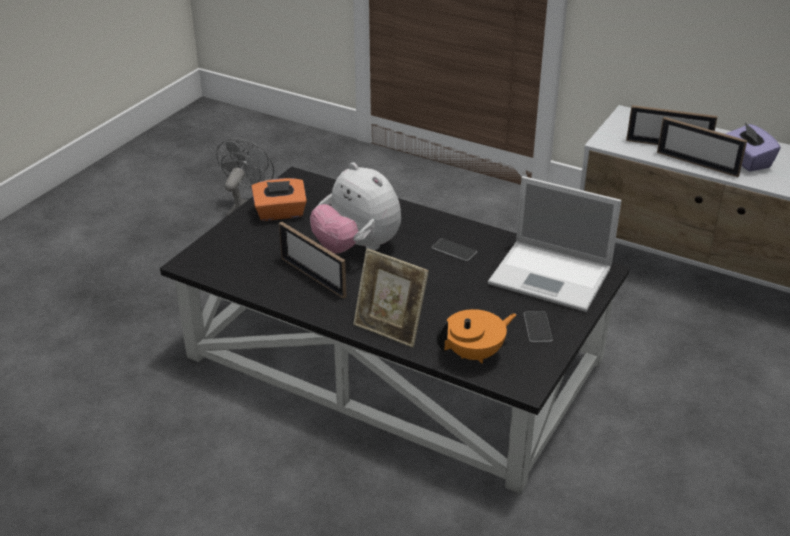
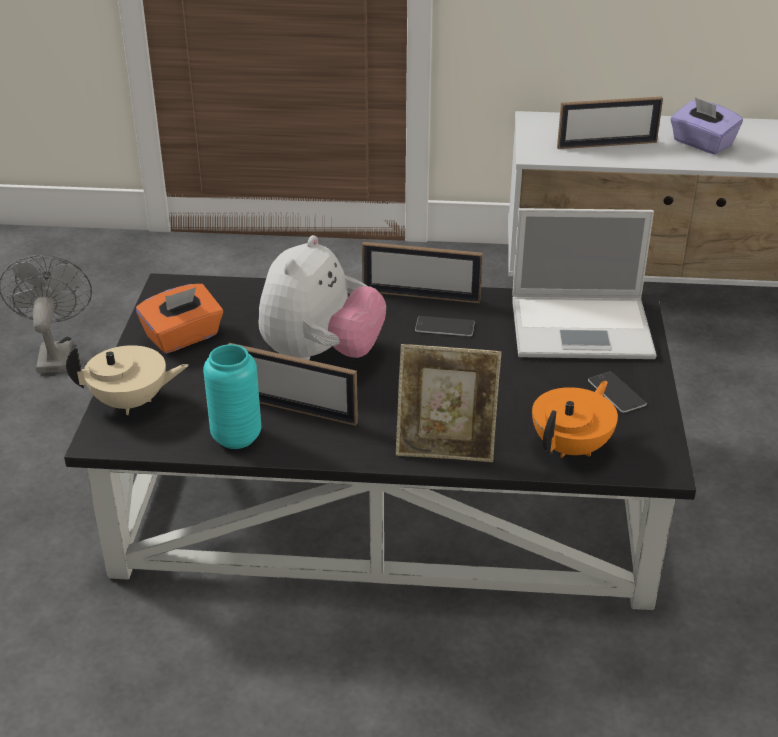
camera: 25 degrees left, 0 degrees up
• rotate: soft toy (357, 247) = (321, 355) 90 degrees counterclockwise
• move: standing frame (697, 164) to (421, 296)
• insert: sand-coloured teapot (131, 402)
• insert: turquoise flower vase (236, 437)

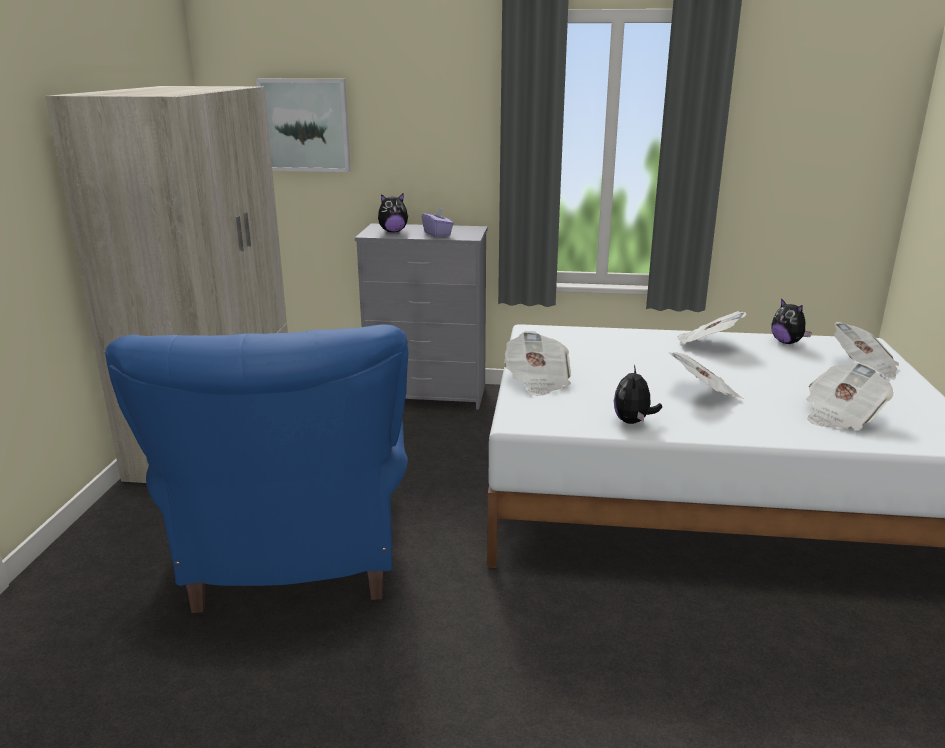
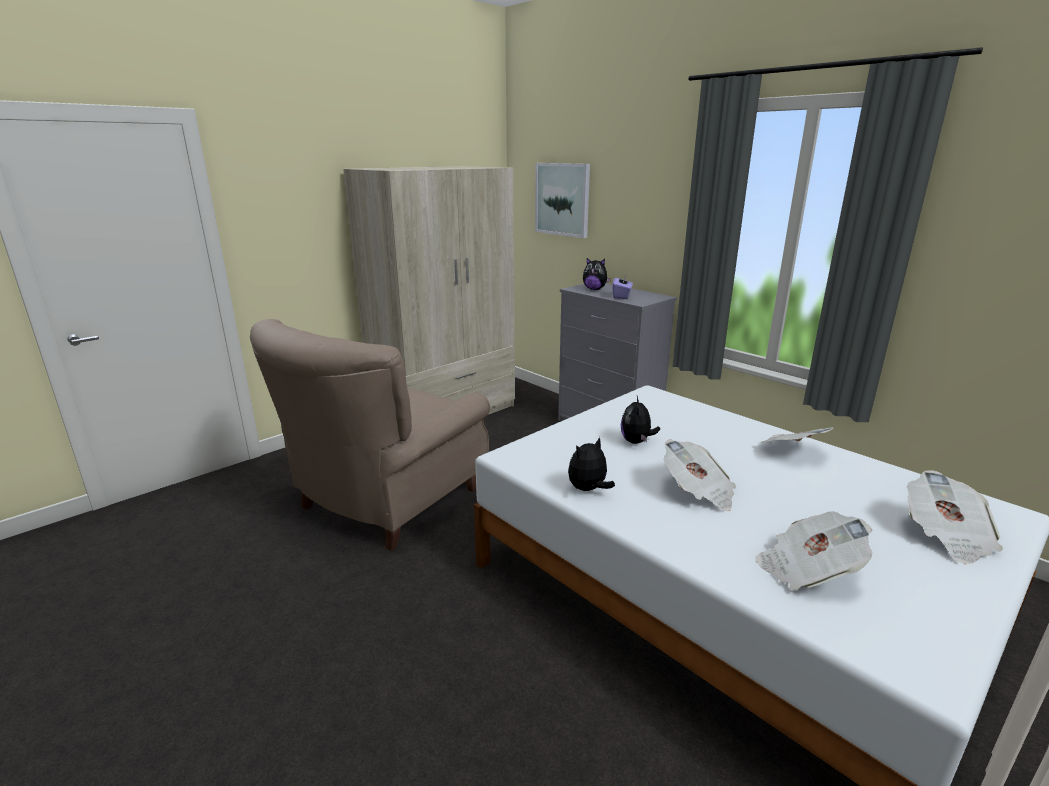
camera: 40 degrees right, 0 degrees up
• recolor: bluish armchair (295, 557) to sand-coloured armchair (385, 501)
• delete: printed paper (537, 381)
• move: soft toy (787, 342) to (636, 442)

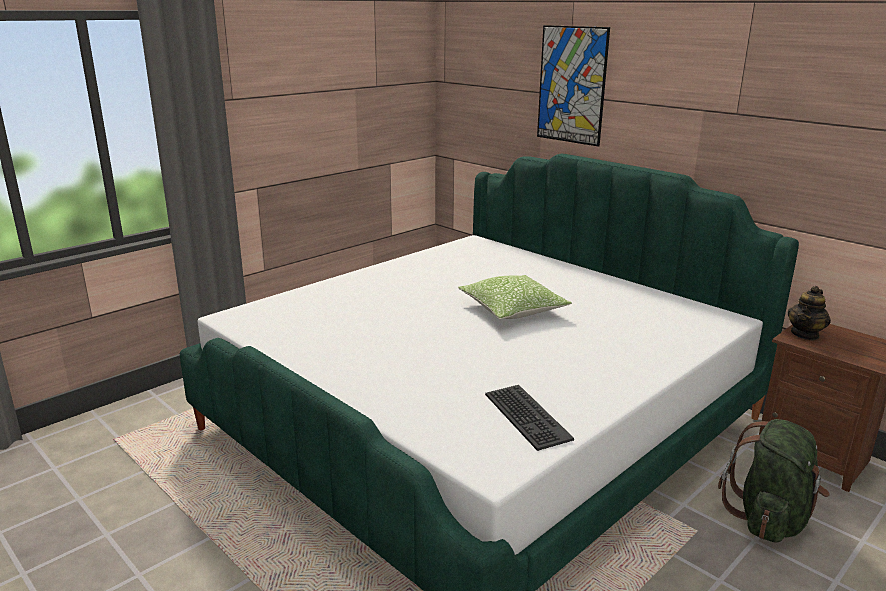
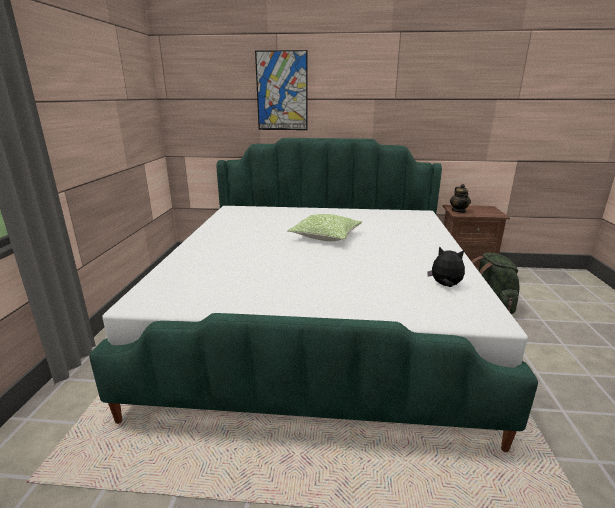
camera: 40 degrees left, 0 degrees up
• replace: PC keyboard (526, 417) to soft toy (445, 285)

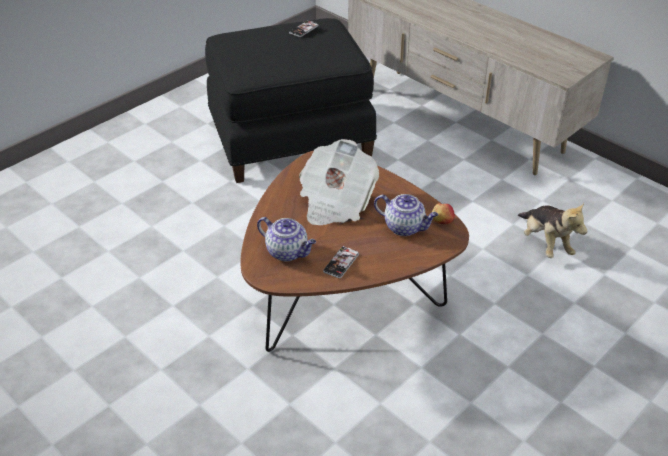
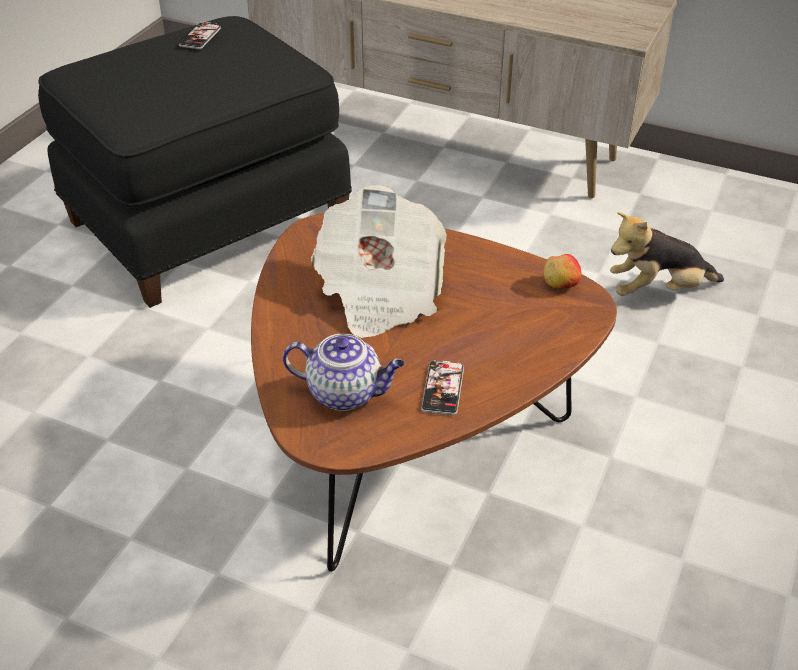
camera: 20 degrees left, 0 degrees up
• delete: teapot (405, 227)
• rotate: soft toy (545, 243) = (657, 291) 120 degrees clockwise

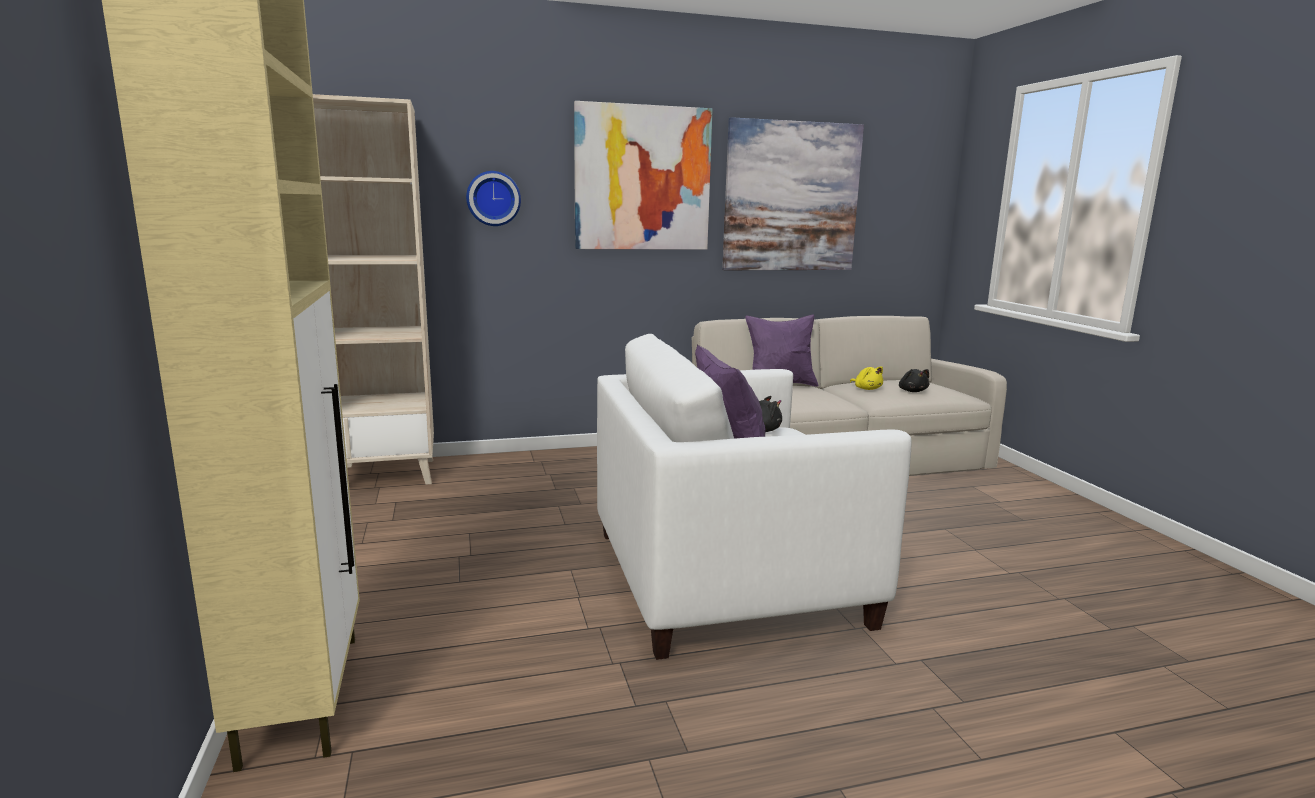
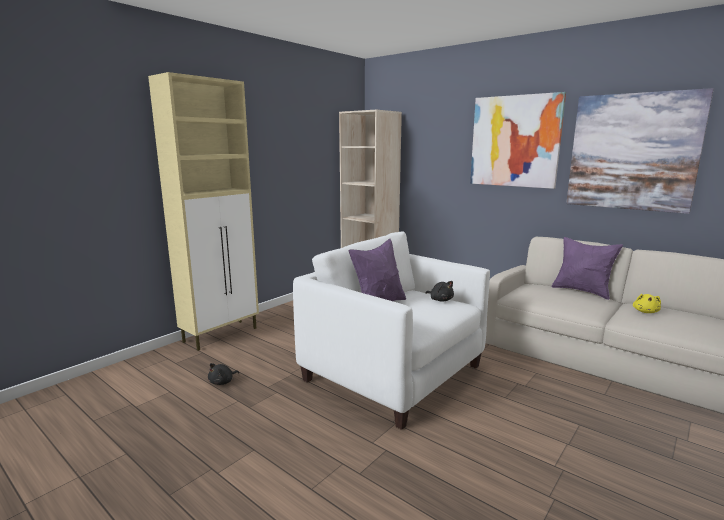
camera: 55 degrees right, 0 degrees up
• delete: wall clock (493, 198)
• move: black-coloured soft toy (912, 391) to (222, 382)

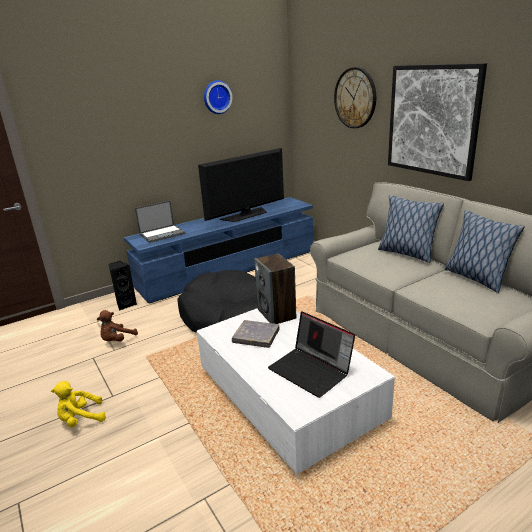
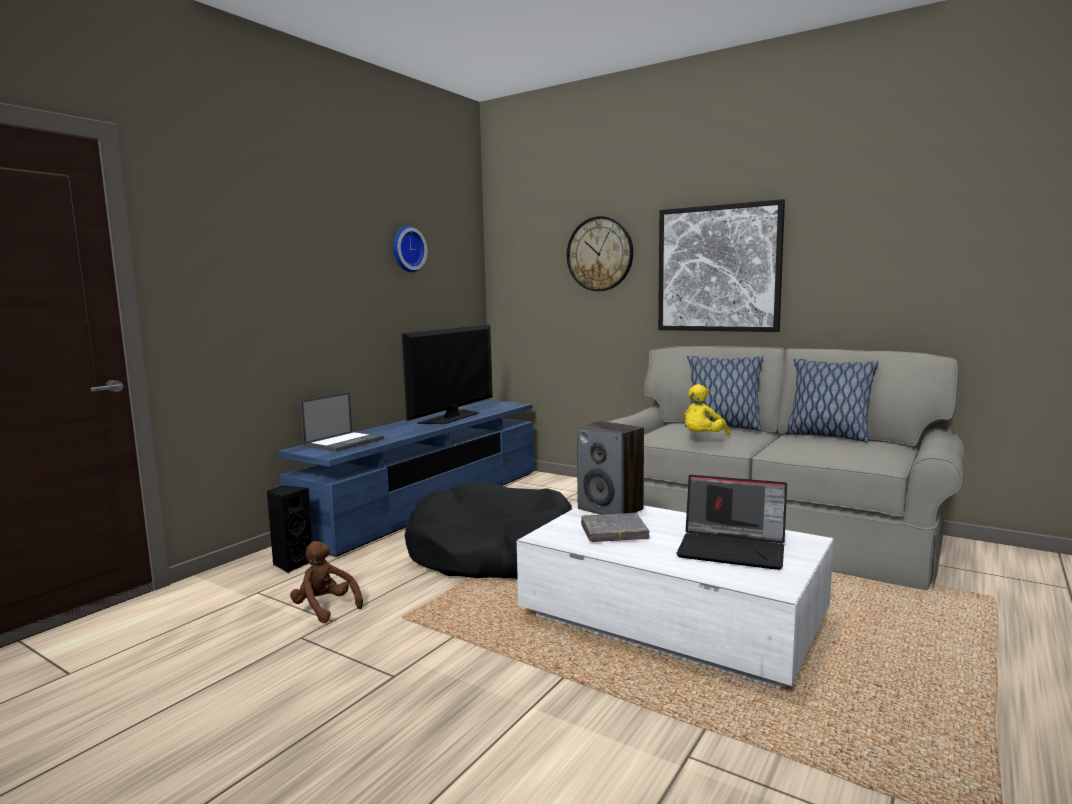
camera: 25 degrees left, 15 degrees down
• move: yellowish soft toy (81, 419) to (702, 438)
• rotate: brown-coloured soft toy (117, 340) = (325, 608) 120 degrees clockwise

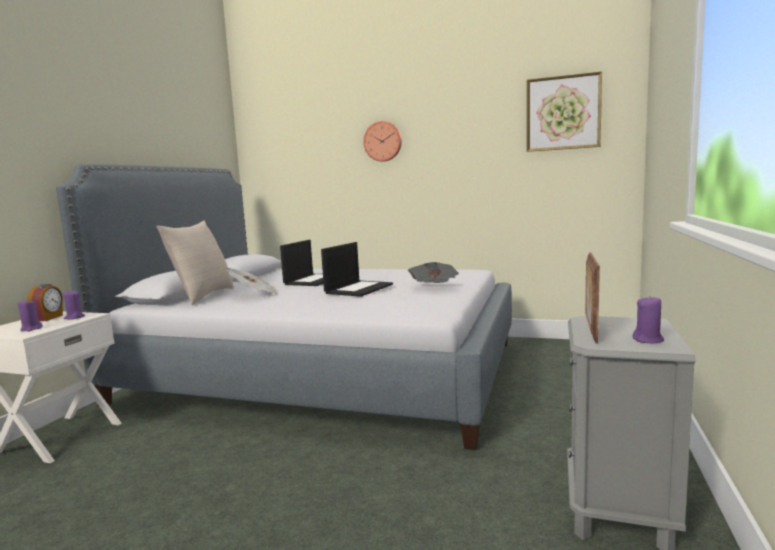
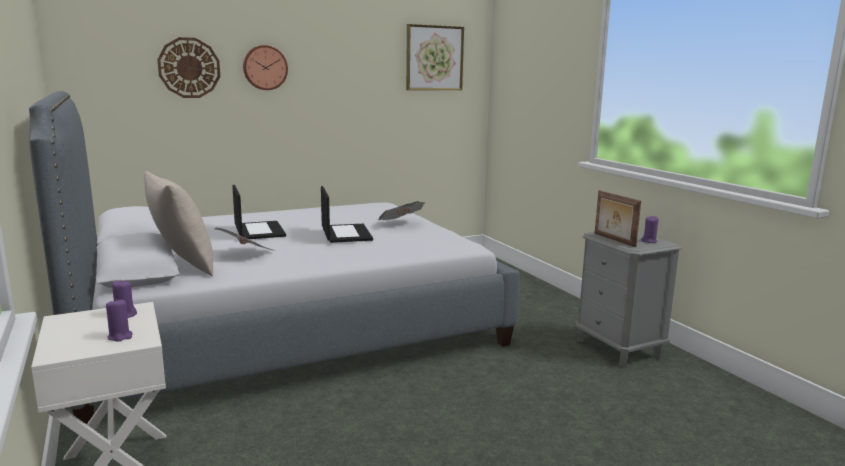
camera: 45 degrees left, 5 degrees up
• delete: alarm clock (48, 318)
• insert: wall clock (189, 68)

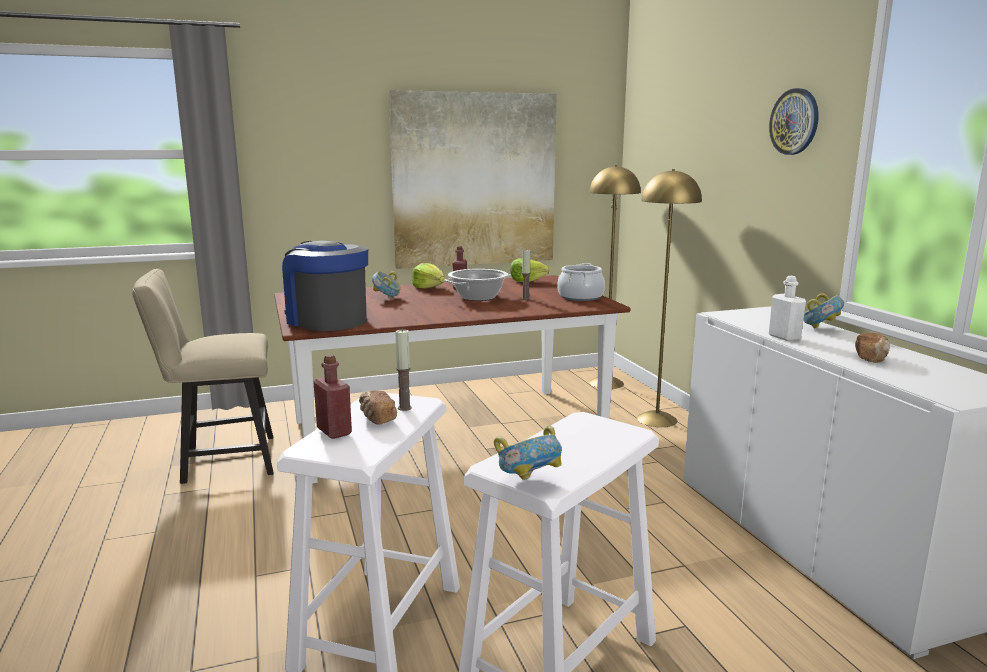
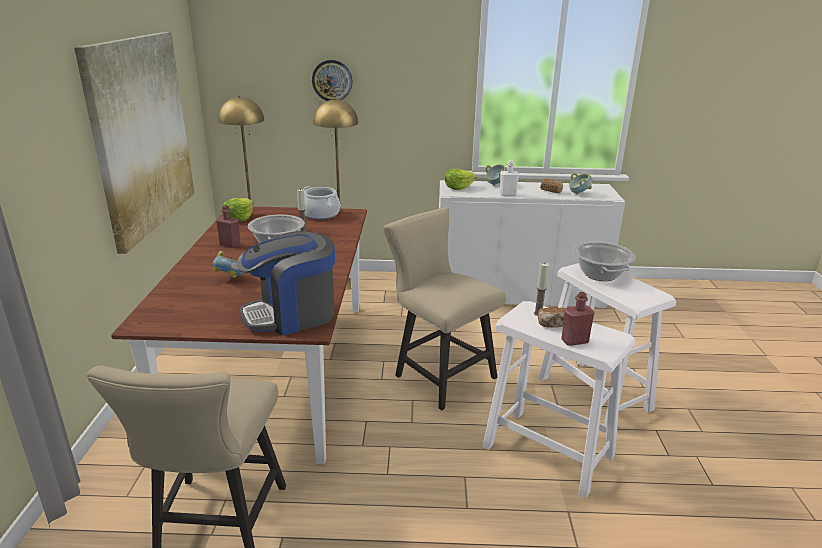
camera: 70 degrees left, 10 degrees up
• move: lettuce (429, 288) to (458, 187)
• move: bowl (529, 481) to (578, 194)
• move: wall clock (794, 122) to (332, 80)
• insert: sand-coloured plain chair (439, 374)
• insert: saucepot (600, 274)

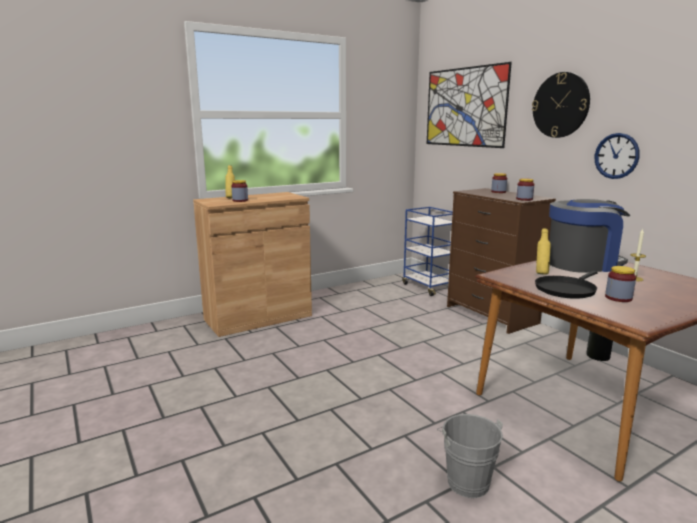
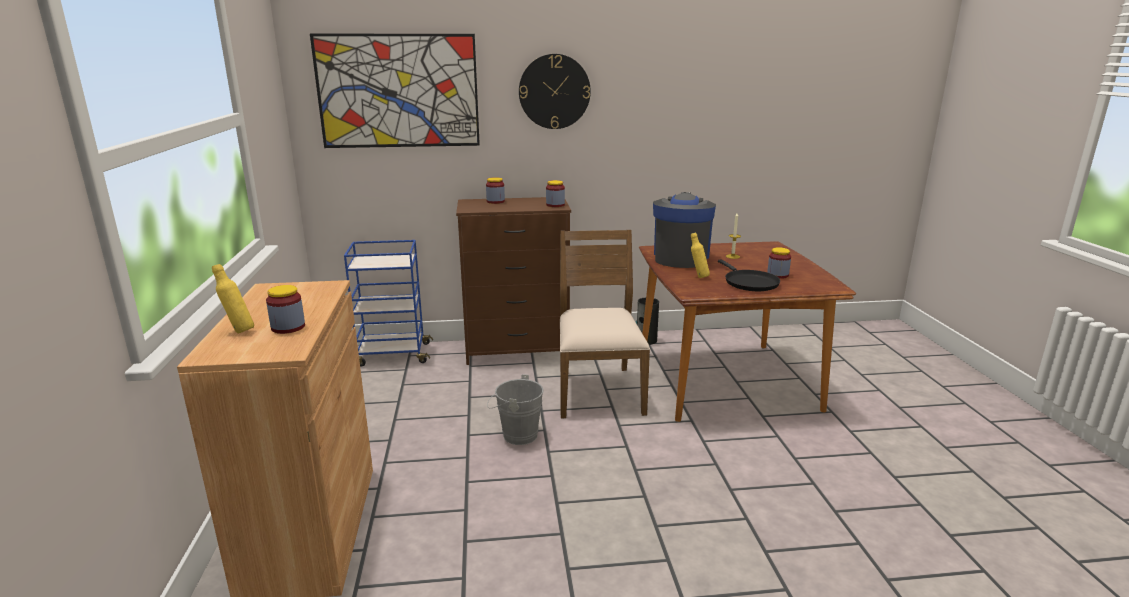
camera: 65 degrees left, 5 degrees up
• move: greyish bucket (465, 479) to (516, 435)
• delete: wall clock (616, 156)
• insert: brown-coloured plain chair (598, 391)

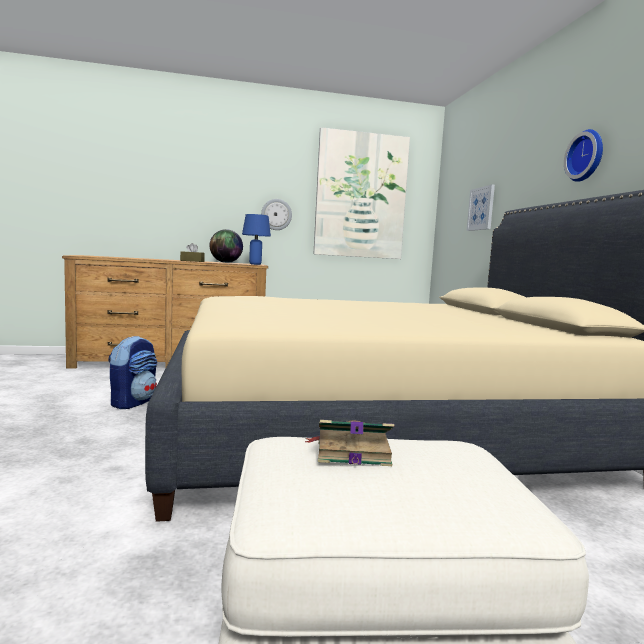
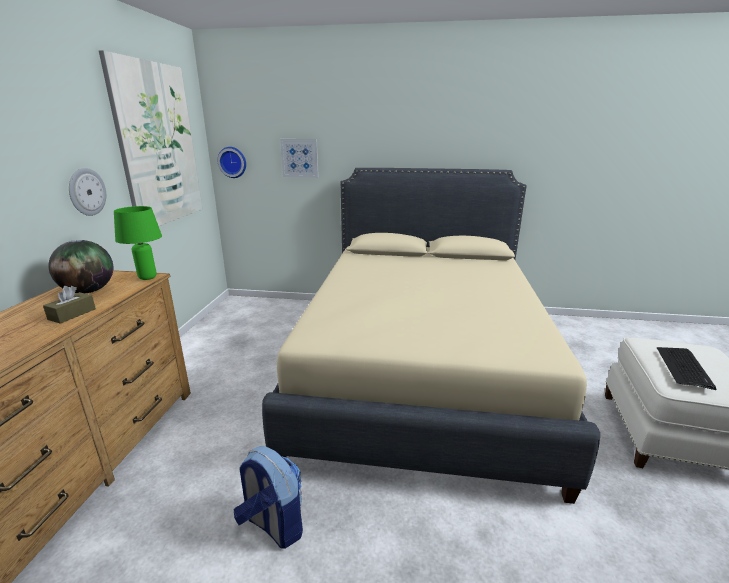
camera: 70 degrees left, 15 degrees up
• recolor: bluish lamp for a table (255, 264) to greenish lamp for a table (147, 278)
• replace: book (350, 452) to PC keyboard (684, 367)
• move: wall clock (587, 156) to (233, 162)

